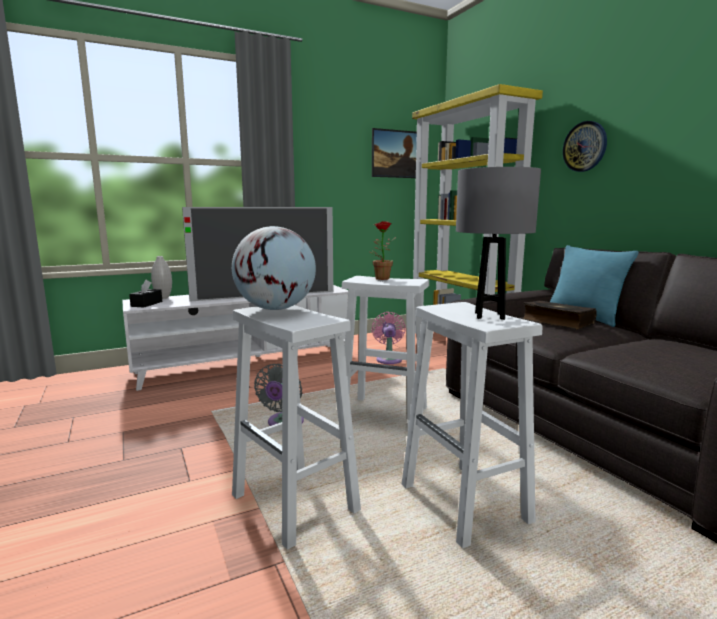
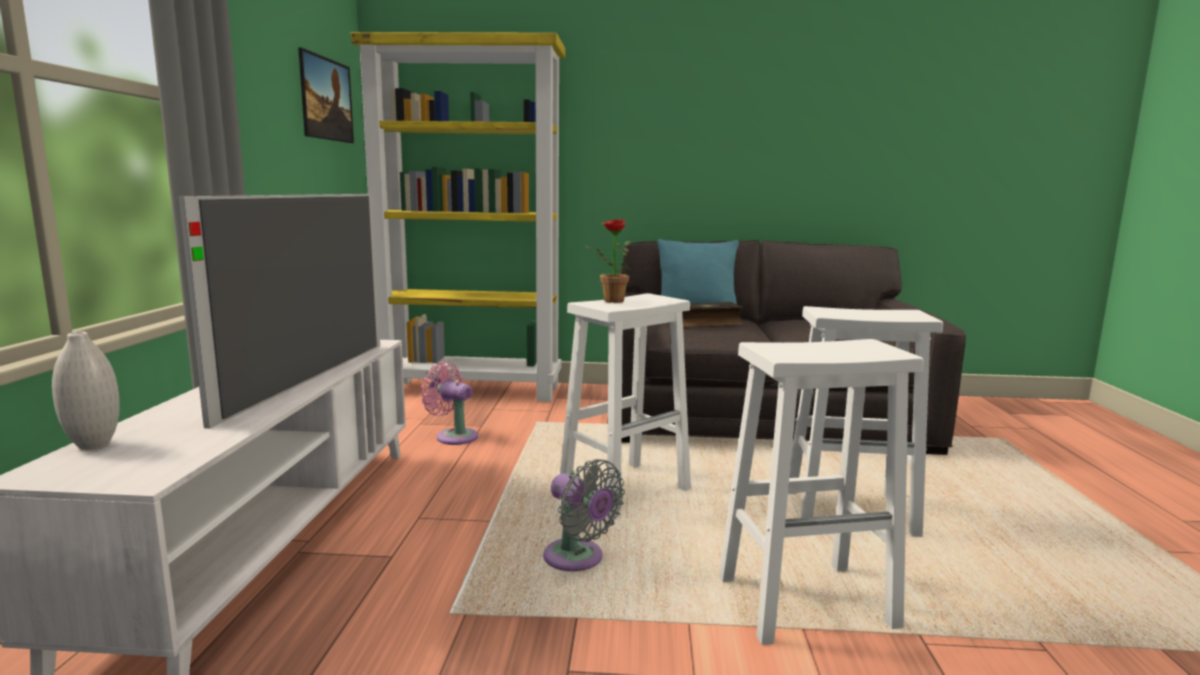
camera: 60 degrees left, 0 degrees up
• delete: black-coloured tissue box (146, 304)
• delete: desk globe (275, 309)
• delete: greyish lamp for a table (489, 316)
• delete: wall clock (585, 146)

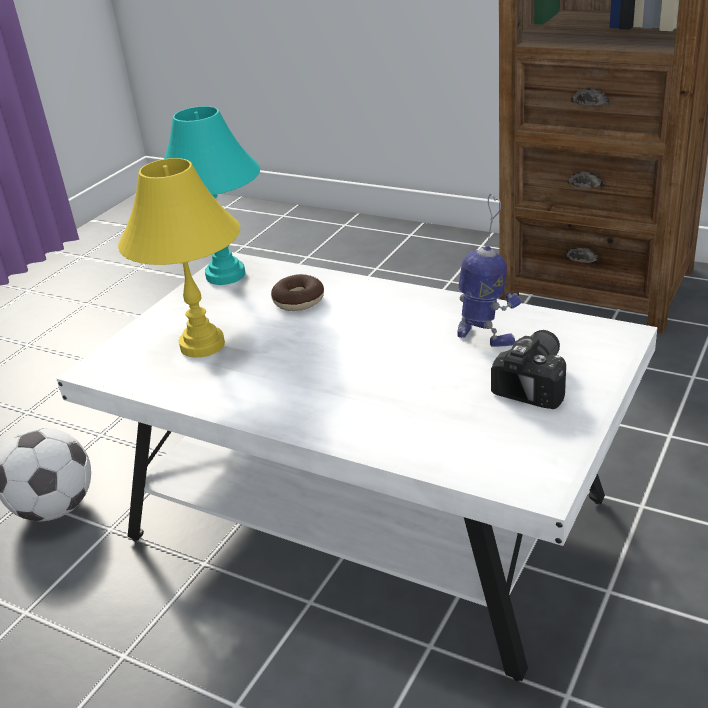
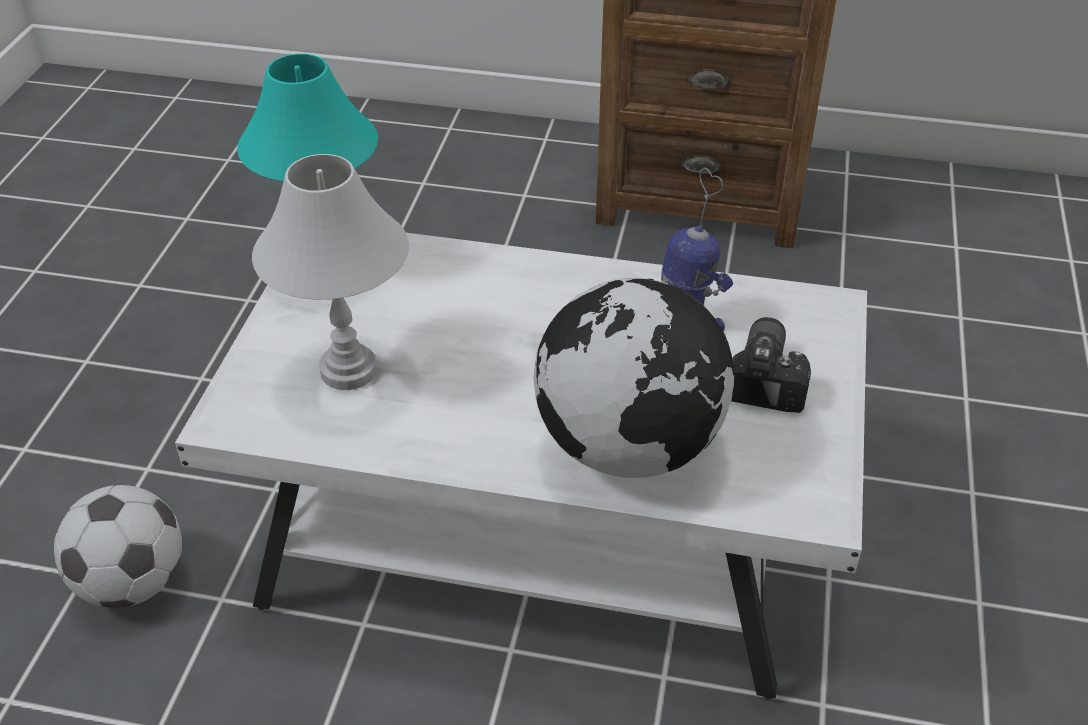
camera: 20 degrees left, 10 degrees up
• recolor: yellowish lamp for a table (201, 345) to white-coloured lamp for a table (347, 370)
• delete: doughnut (298, 300)
• insert: desk globe (629, 447)

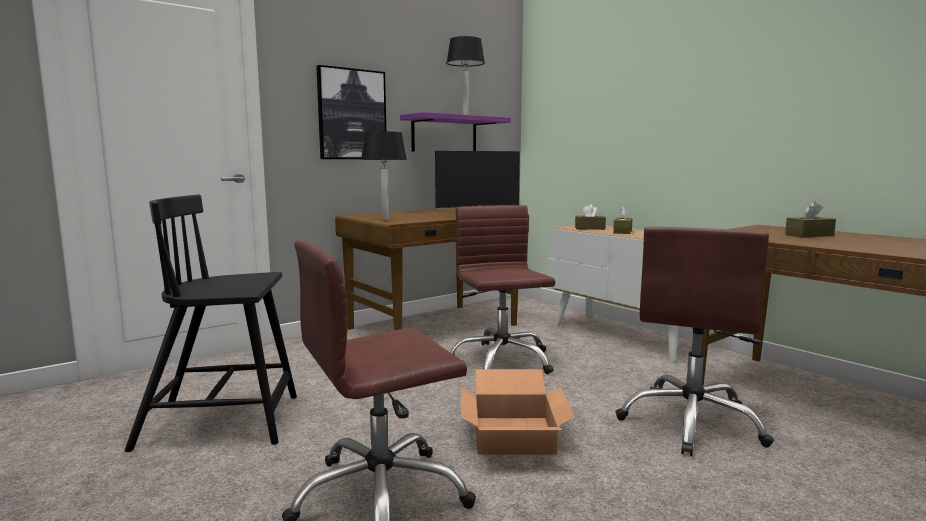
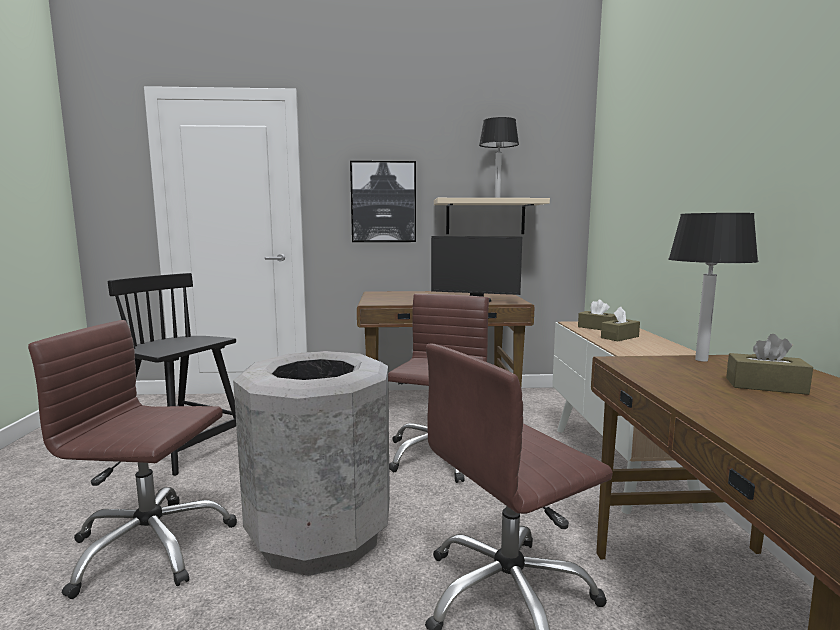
camera: 35 degrees right, 0 degrees up
• move: lamp for a table (385, 219) to (700, 360)
• recolor: purple bracket shelf (444, 134) to sand-coloured bracket shelf (485, 217)
• replace: packing box (515, 435) to greyish rubbish bin (321, 535)

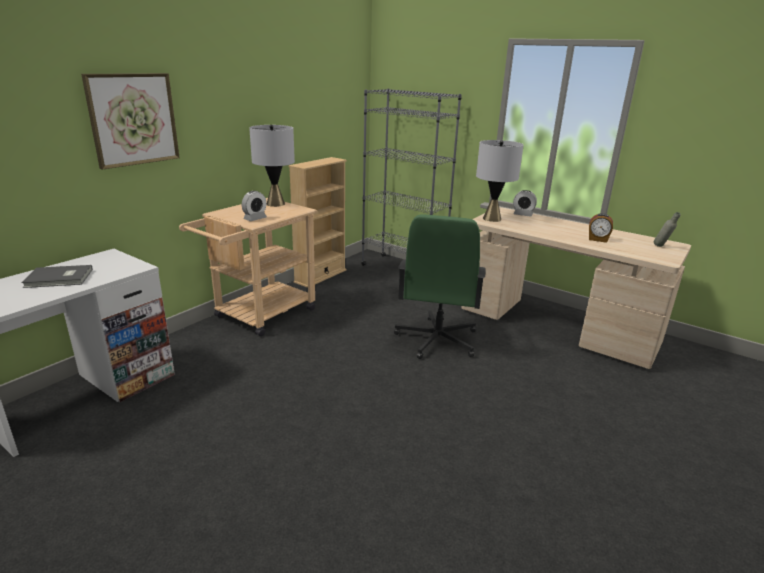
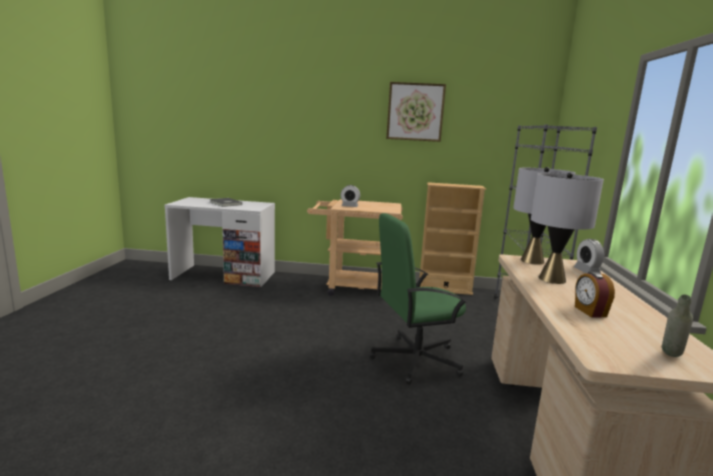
camera: 60 degrees right, 10 degrees down
• move: wall picture (133, 119) to (415, 112)
• move: greyish lamp for a table (275, 204) to (552, 279)

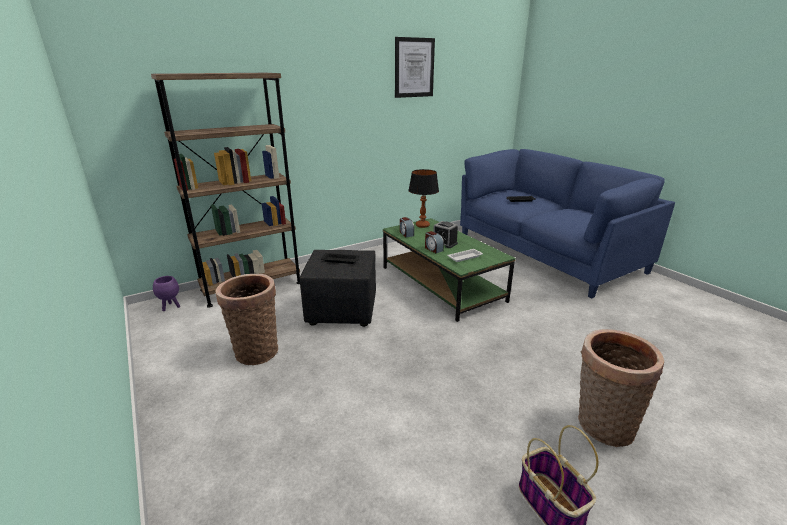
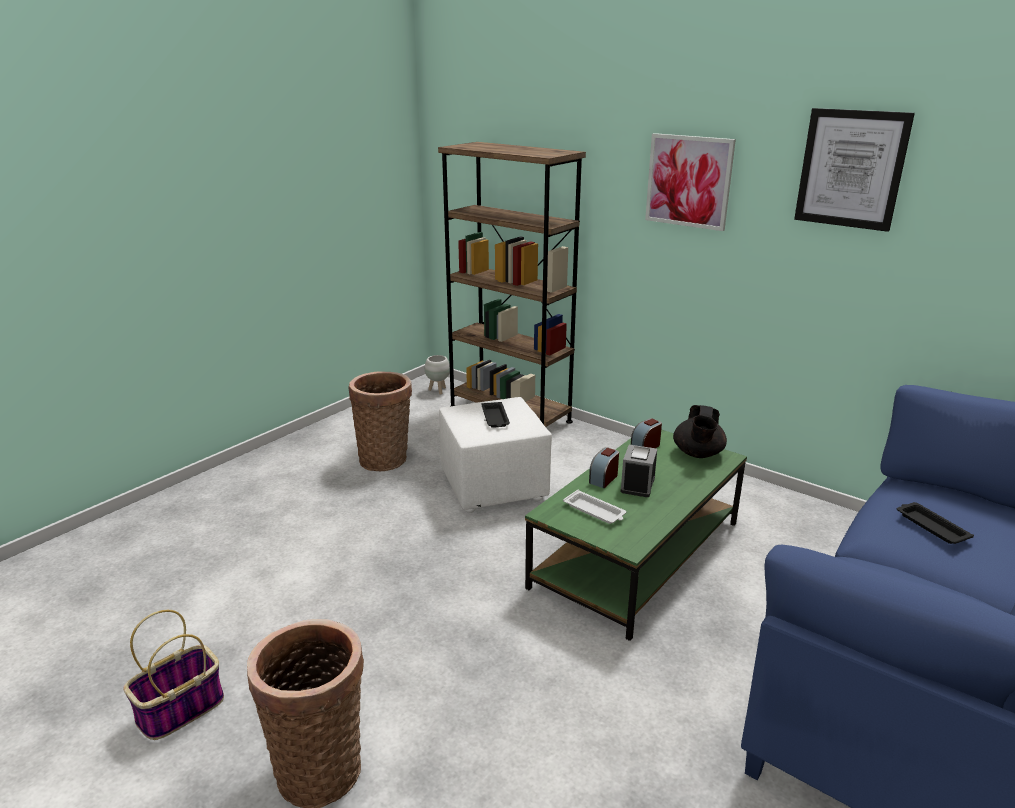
camera: 70 degrees right, 0 degrees up
• recolor: purple plant pot (171, 307) to white-coloured plant pot (438, 391)
• recolor: black-coloured pouffe (341, 310) to white-coloured pouffe (494, 486)
• replace: lamp for a table (422, 225) to black-coloured teapot (698, 454)
• insert: wall picture (689, 181)

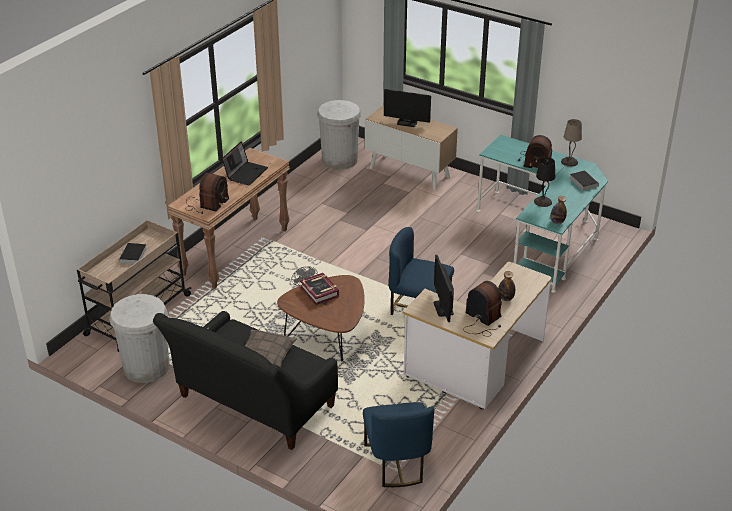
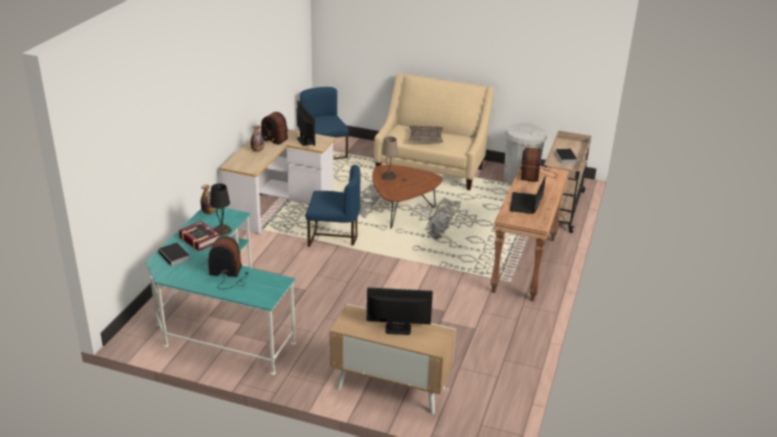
camera: 165 degrees right, 5 degrees down
• recolor: black-coloured couch (252, 406) to sand-coloured couch (431, 168)
• move: book (320, 292) to (199, 240)
• delete: white-coloured rubbish bin (339, 160)
• move: sand-coloured lamp for a table (569, 162) to (388, 176)

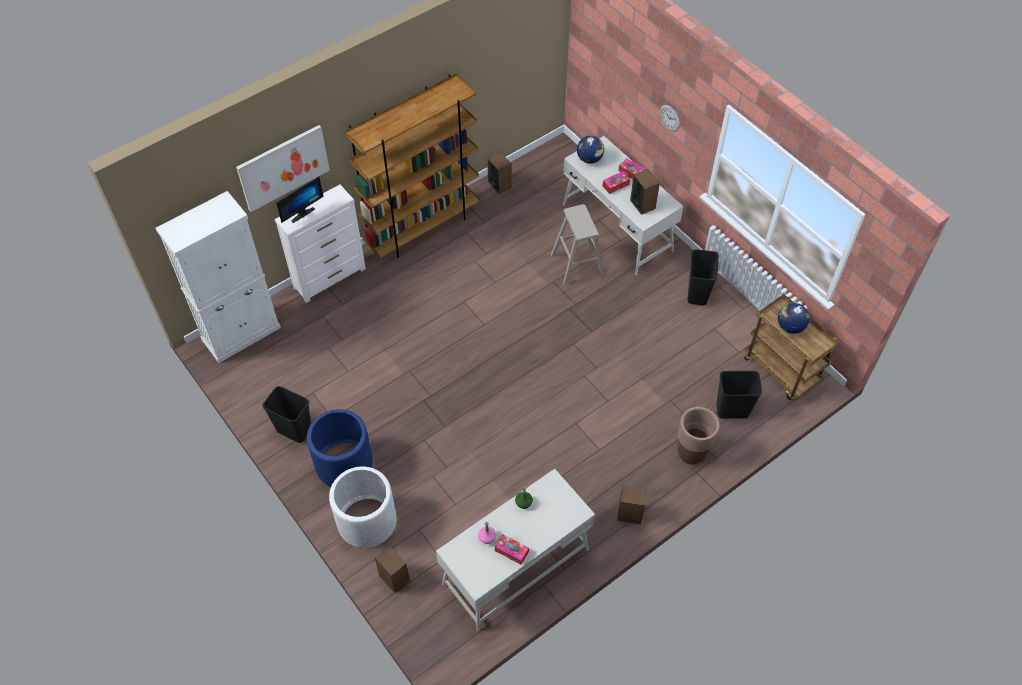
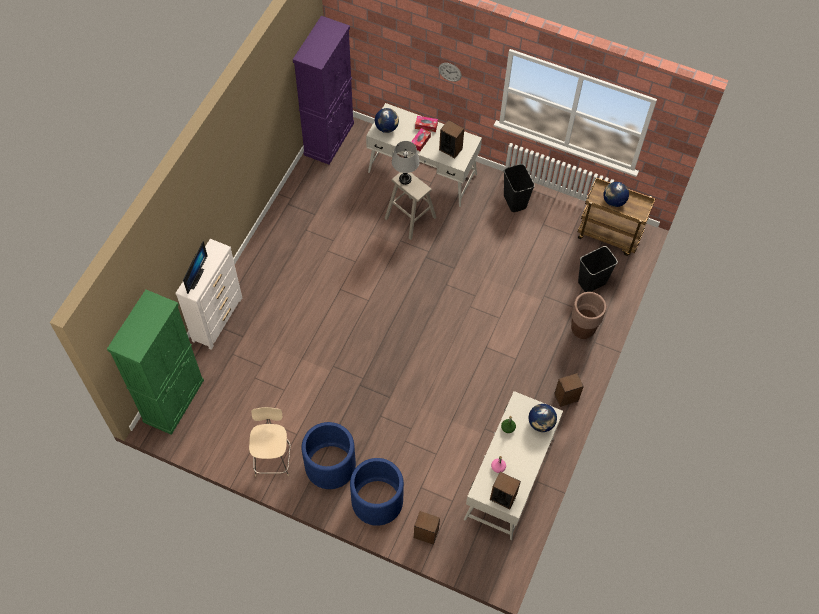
camera: 30 degrees left, 5 degrees up
• recolor: white-coloured cabinet (241, 333) to greenish cabinet (174, 400)
• delete: wall picture (283, 167)
• replace: black-coloured rubbish bin (295, 430) to sand-coloured stool seat (272, 458)
• recolor: white-coloured plant pot (366, 521) to bluish plant pot (377, 501)
• delete: brown-coloured shelving unit (422, 227)
• move: audio speaker (499, 184) to (503, 497)
• delete: tissue box (511, 551)
• insert: purple cabinet (329, 138)
• insert: greyish lamp for a table (405, 179)
• insert: desk globe (541, 423)

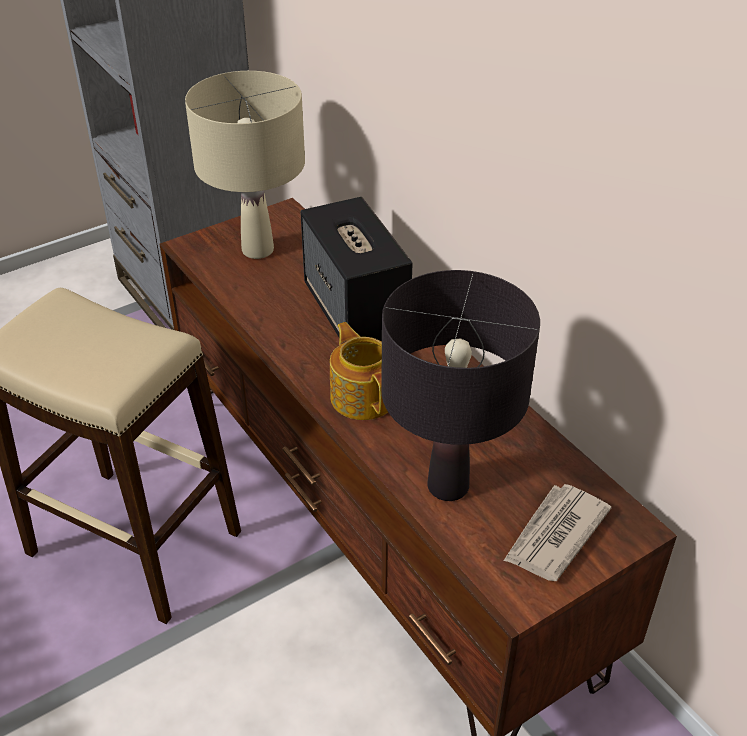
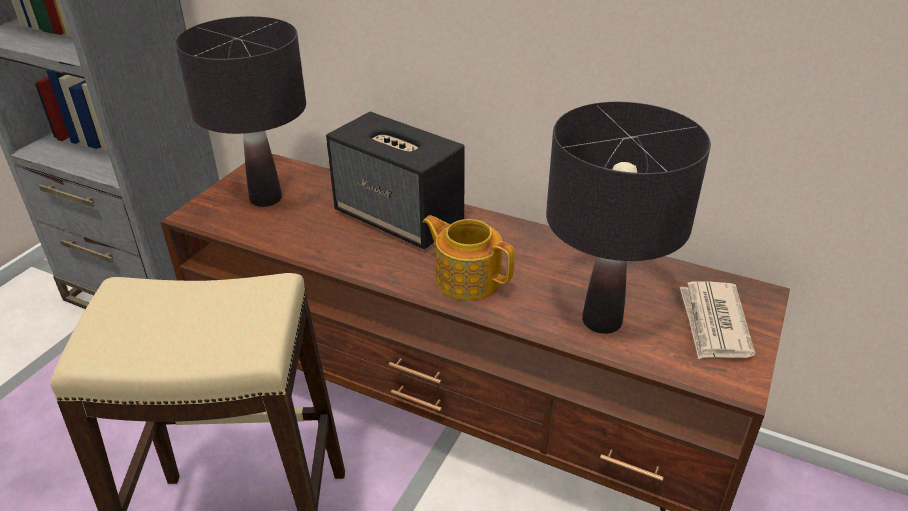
camera: 30 degrees left, 5 degrees down
• recolor: sand-coloured lamp for a table (257, 250) to black-coloured lamp for a table (266, 199)

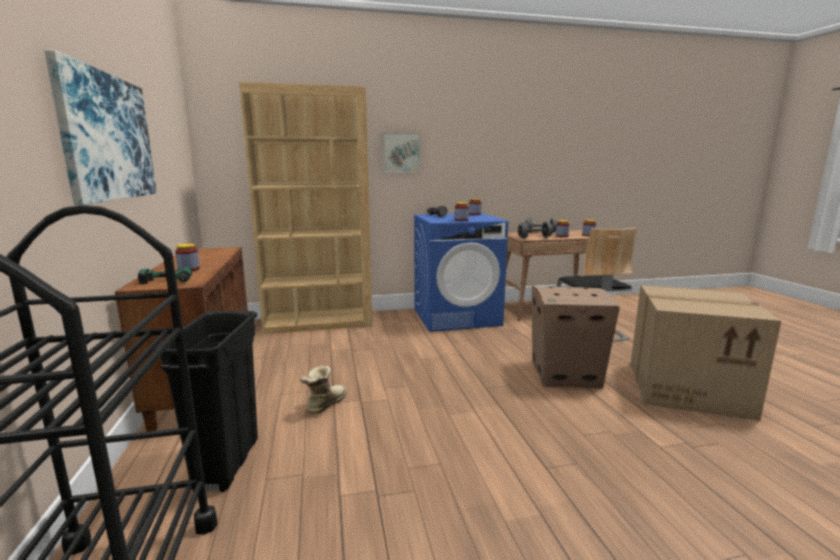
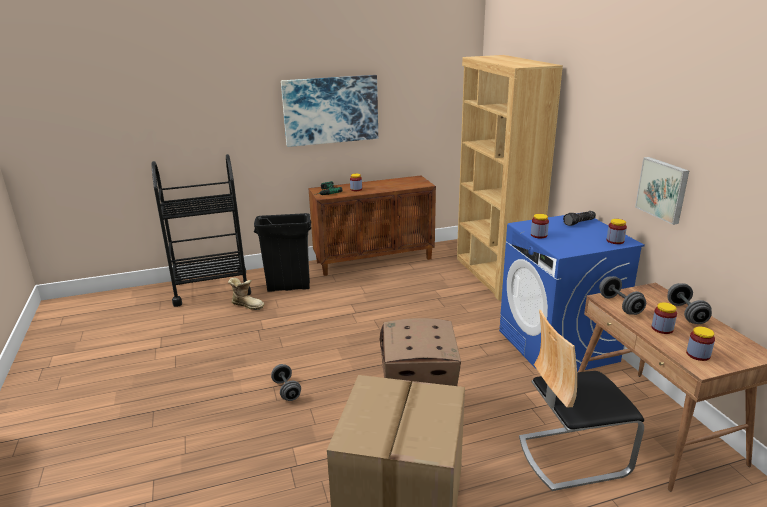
camera: 85 degrees right, 10 degrees up
• move: tall boot (324, 405) to (247, 305)
• move: wall picture (400, 153) to (663, 189)
• insert: greyish dumbbell (286, 390)

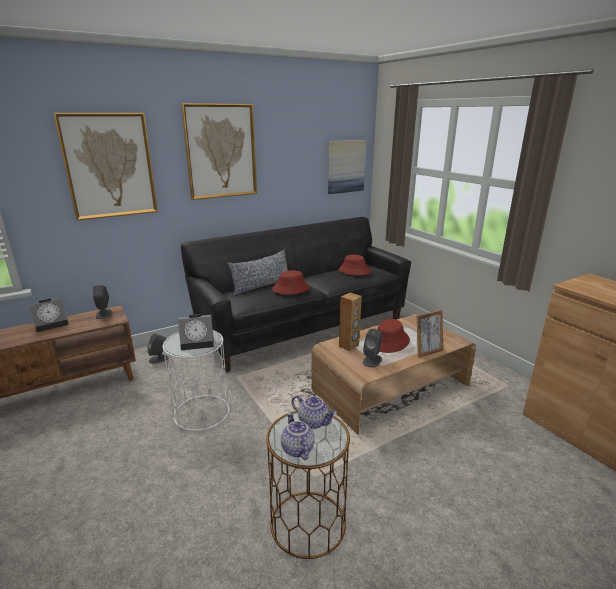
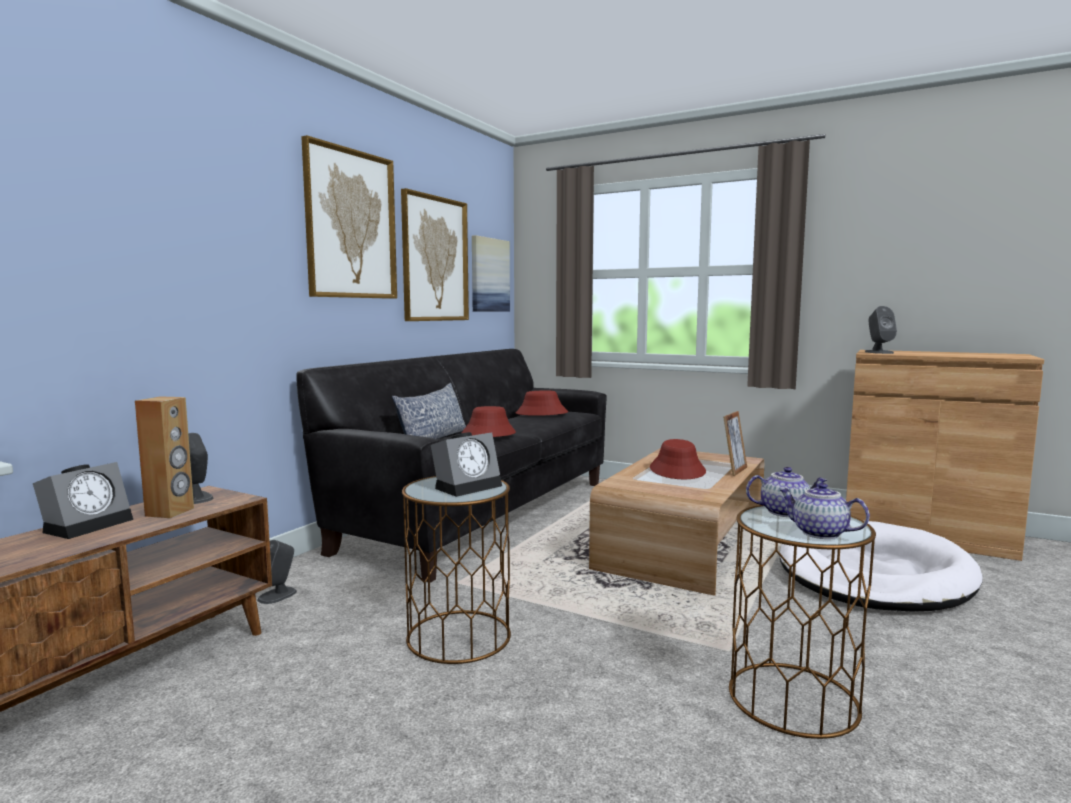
camera: 30 degrees left, 15 degrees down
• move: wall picture (109, 166) to (435, 259)
• recolor: white-coloured end table (202, 412) to brown-coloured end table (459, 636)
• move: brown-coloured audio speaker (349, 346) to (170, 512)
• move: greyish audio speaker (372, 360) to (879, 352)
• insert: white-coloured dog bed (874, 574)

